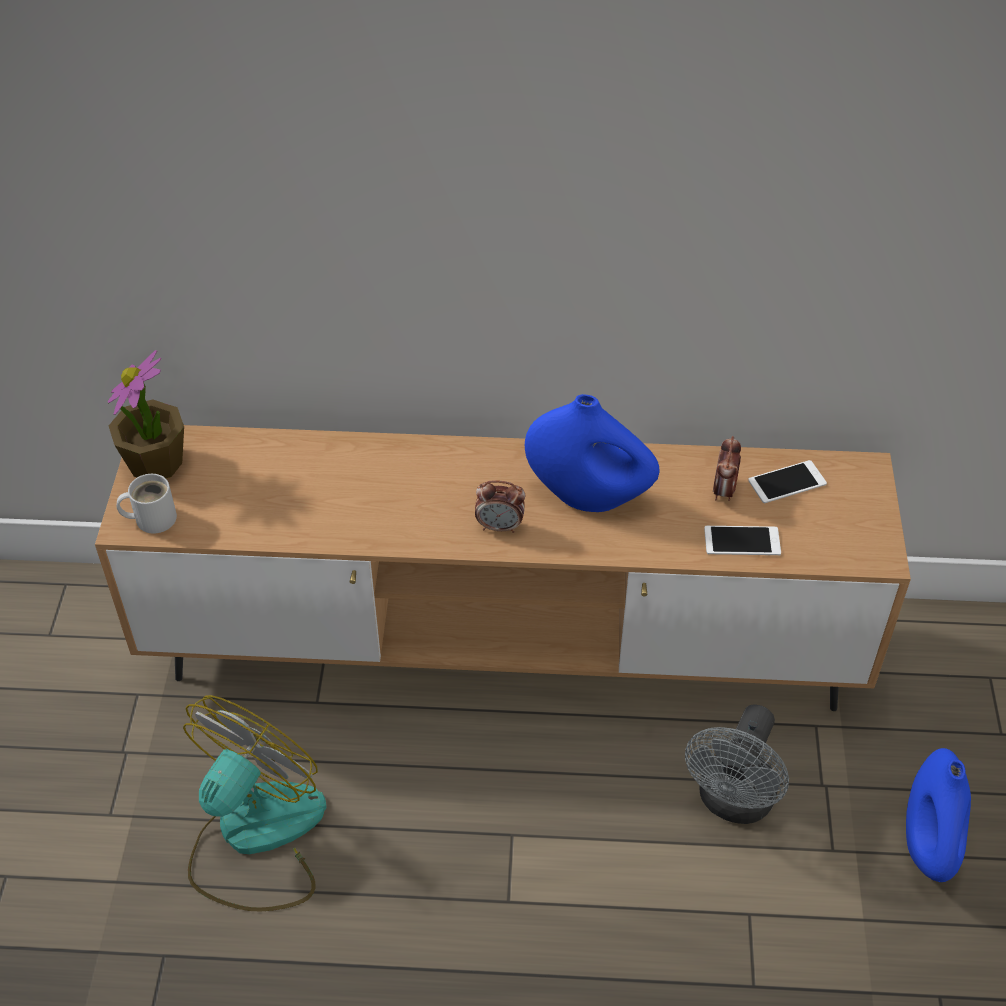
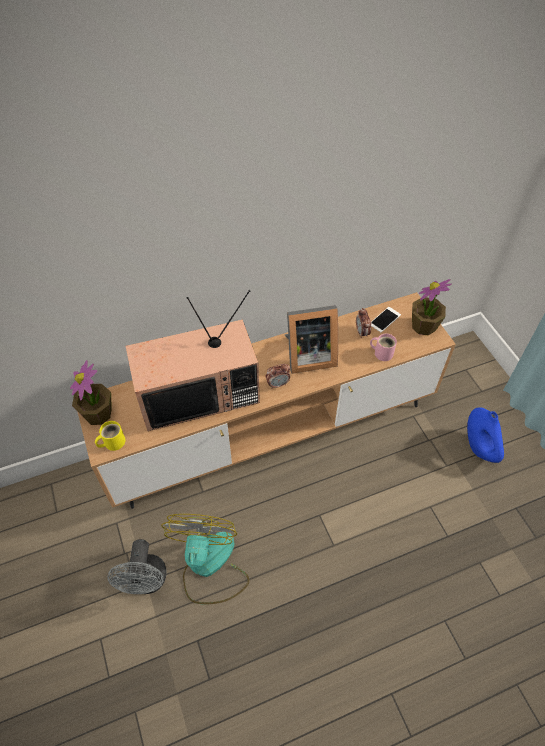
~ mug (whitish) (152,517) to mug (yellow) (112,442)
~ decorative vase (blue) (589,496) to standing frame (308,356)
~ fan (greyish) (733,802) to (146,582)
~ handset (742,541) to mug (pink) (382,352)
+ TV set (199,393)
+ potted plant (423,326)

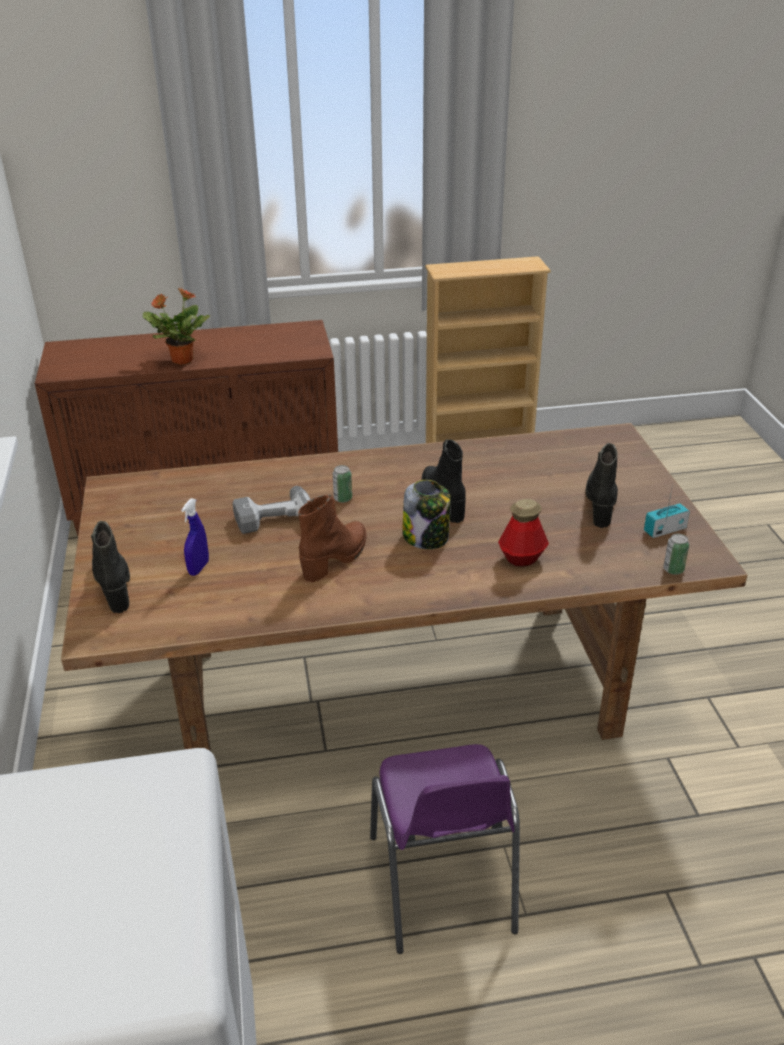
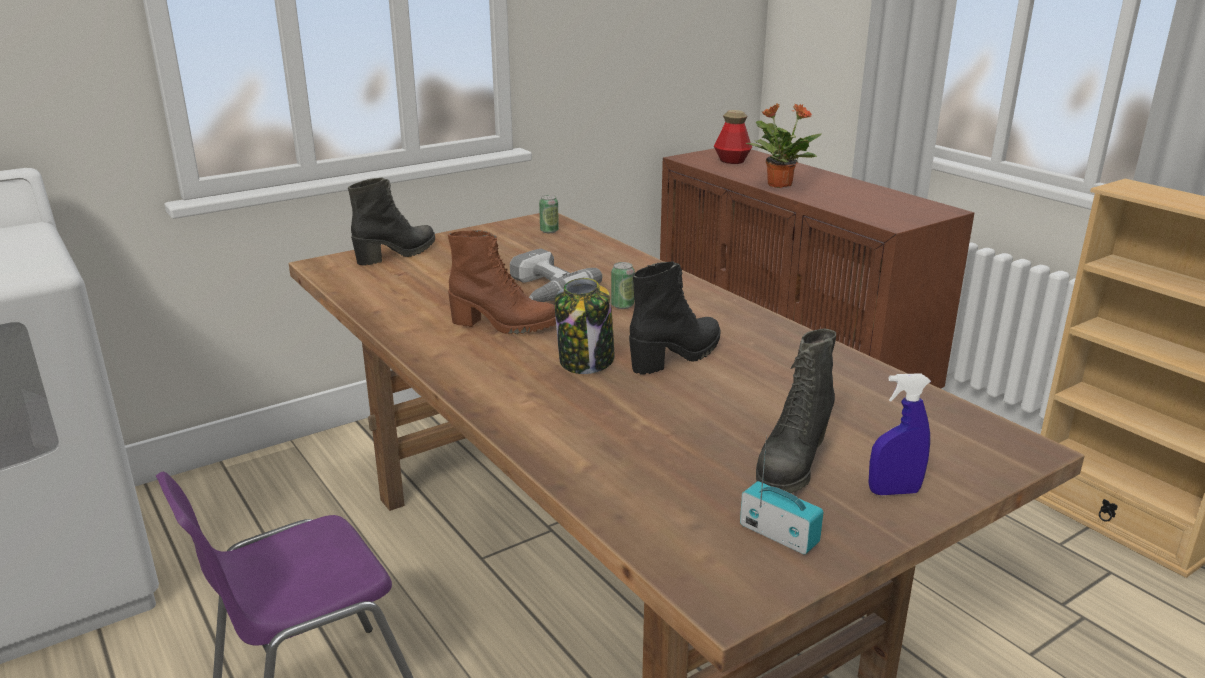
~ hand sprayer (blue) (198,568) to (894,491)
~ bottle (522,558) to (732,161)
~ tall boot (black) (601,504) = (791,464) 135 degrees clockwise
~ metal can (673,570) to (549,231)

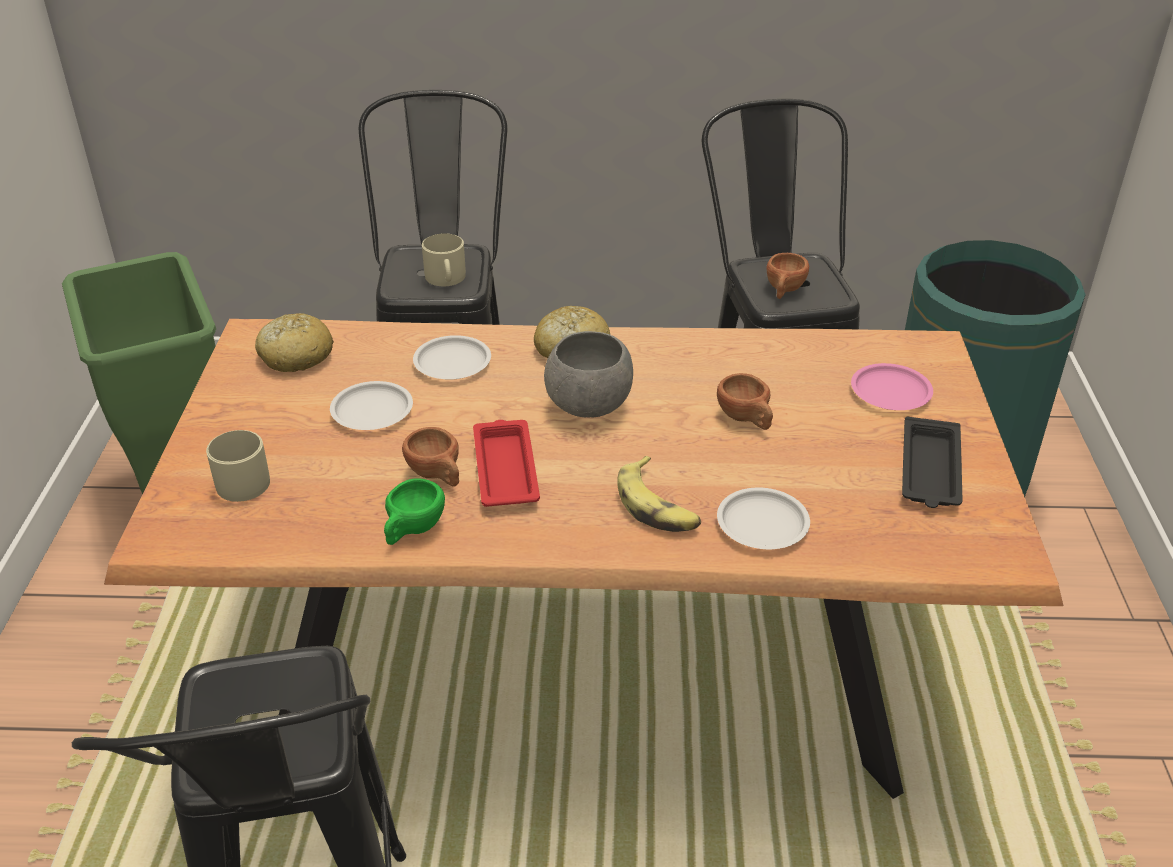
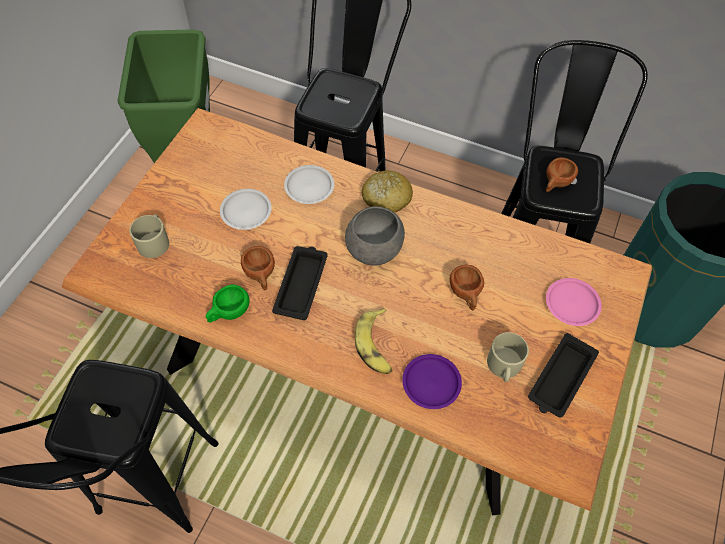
- baked bread (295,356)
~ mug (beige) (446,278) to (504,366)
~ tray (red) (505,468) to tray (black) (301,284)
~ plate (whitish) (762,525) to plate (purple-coloured) (431,383)

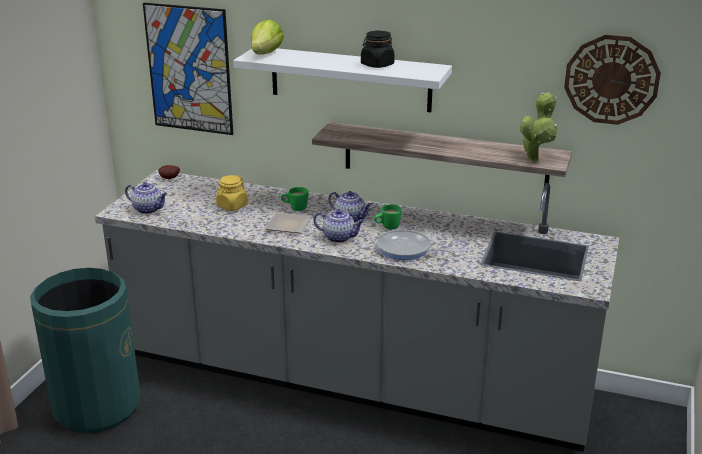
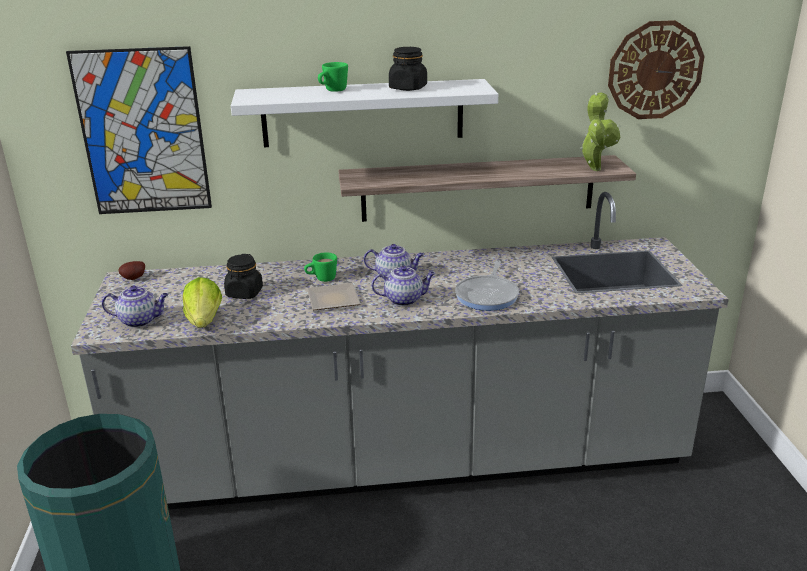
~ jar (yellow) (232,206) to jar (black) (244,293)
~ head of lettuce (265,54) to (204,321)
~ mug (green-coloured) (387,227) to (332,91)
~ skillet (406,249) = (488,295) 75 degrees counterclockwise

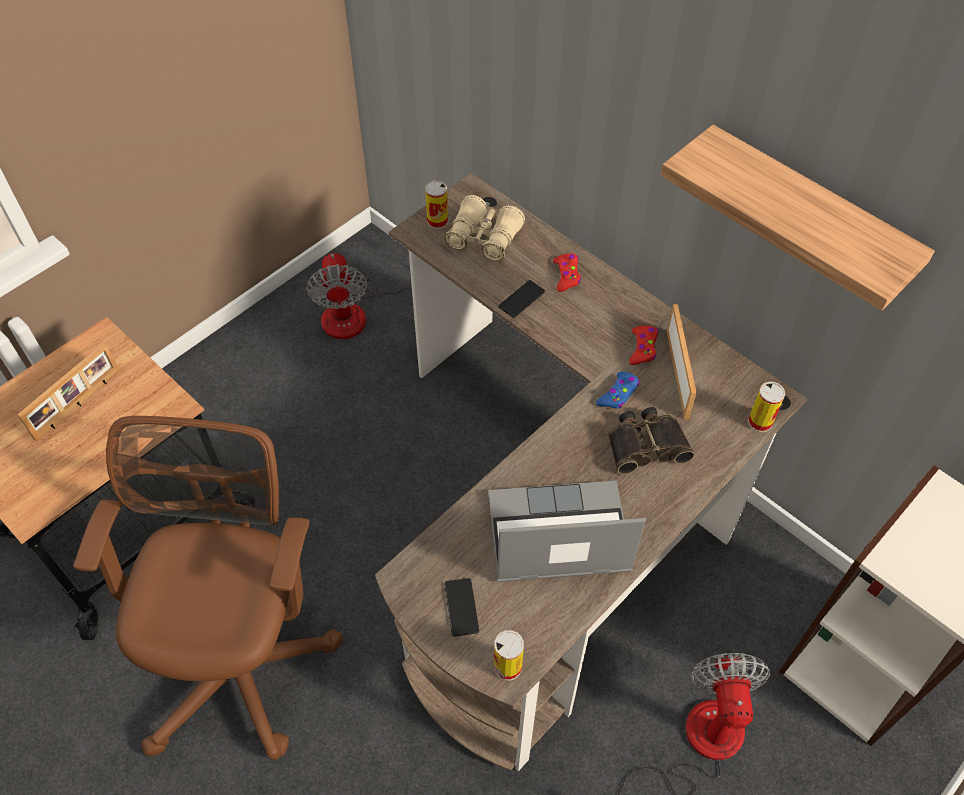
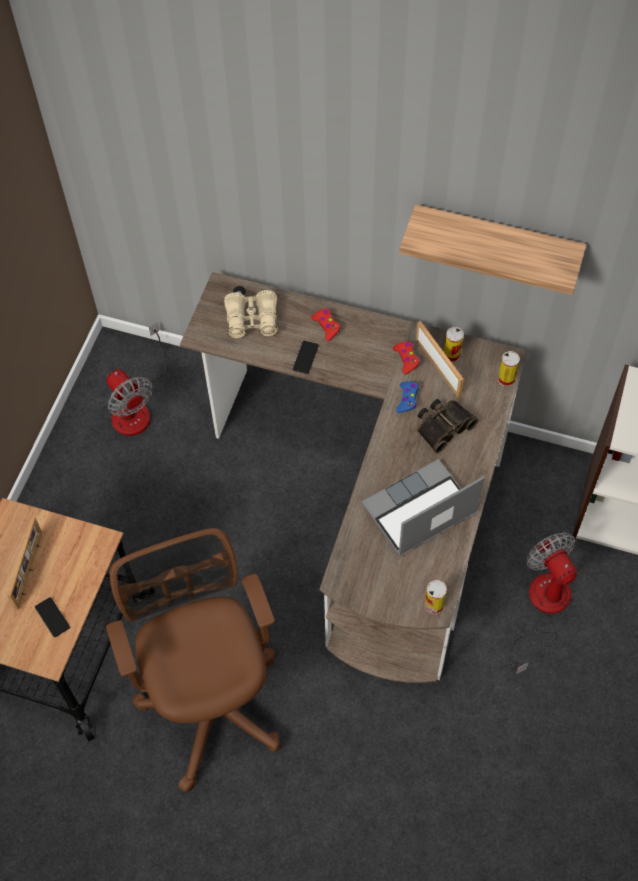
~ metal can (437,221) to (452,355)
~ handset (461,607) to (52,617)

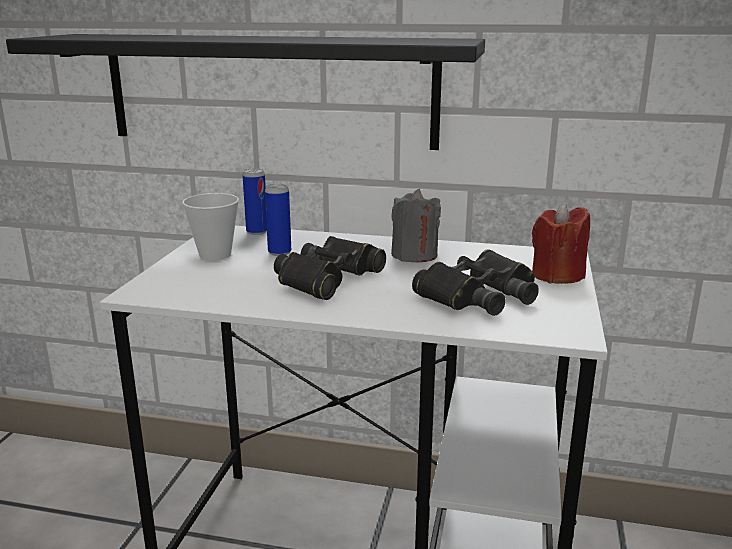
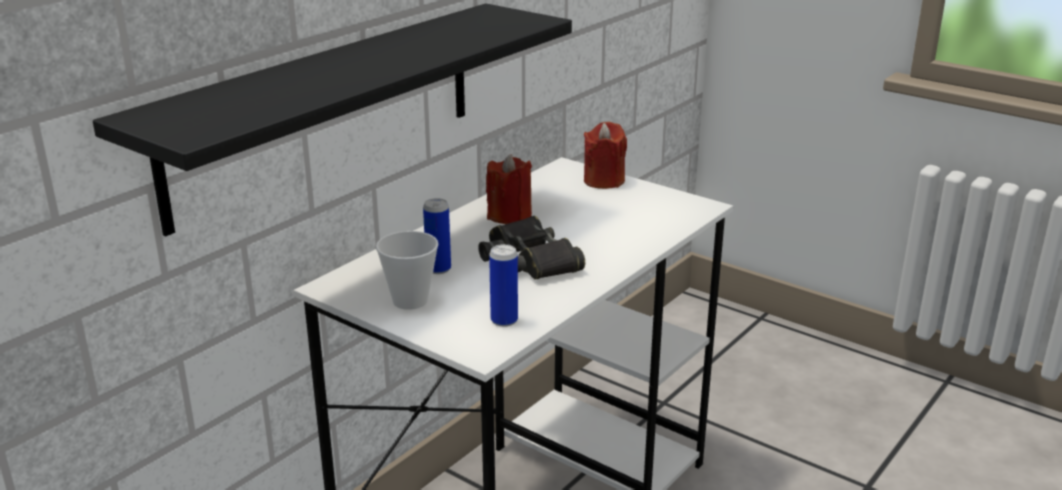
~ metal can (257,232) to (504,320)
~ candle (greyish) (414,255) to candle (red) (509,216)
- binoculars (black) (479,295)

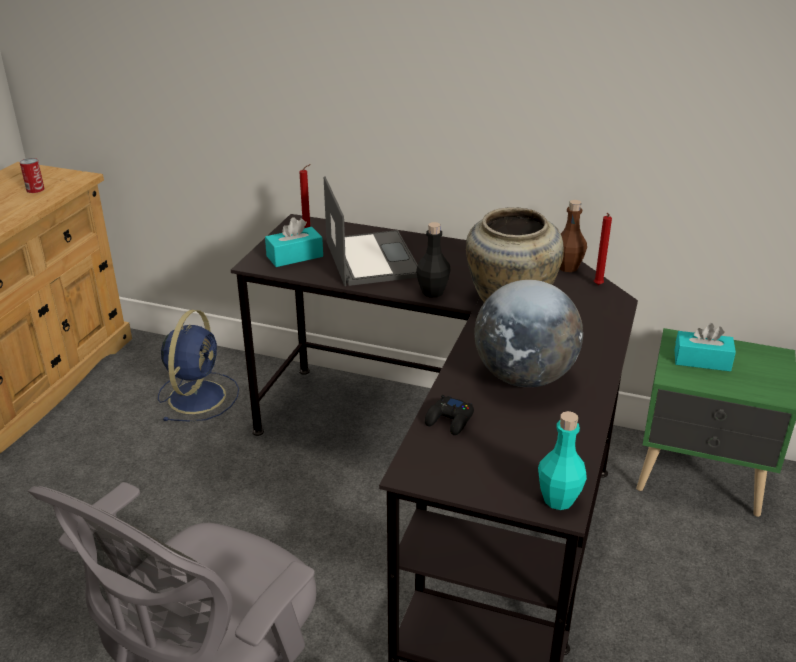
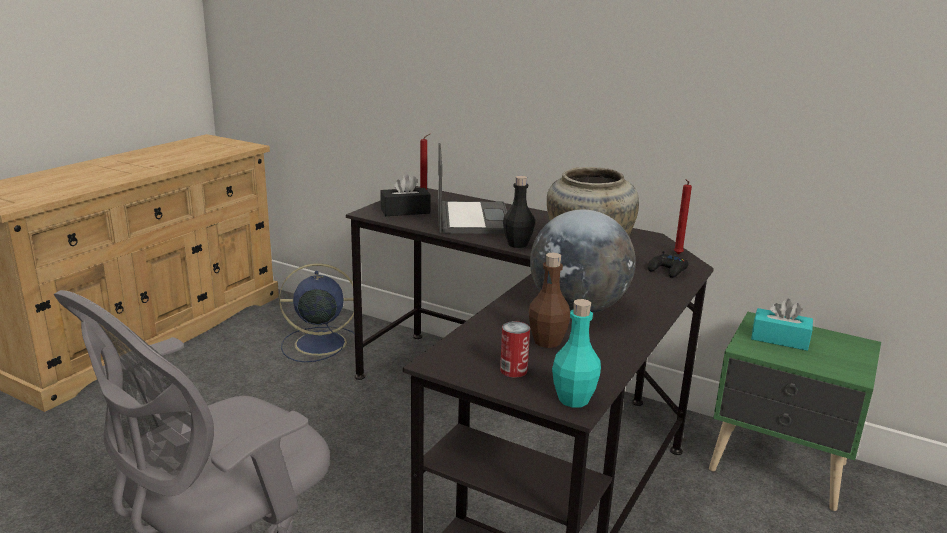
~ metal can (35,189) to (513,370)
~ fan (blue) (198,395) = (318,343) 120 degrees counterclockwise
~ tissue holder (turquoise) (294,256) to tissue holder (black) (405,211)
~ game controller (black) (450,420) to (668,270)
~ bottle (brownish) (567,267) to (547,341)

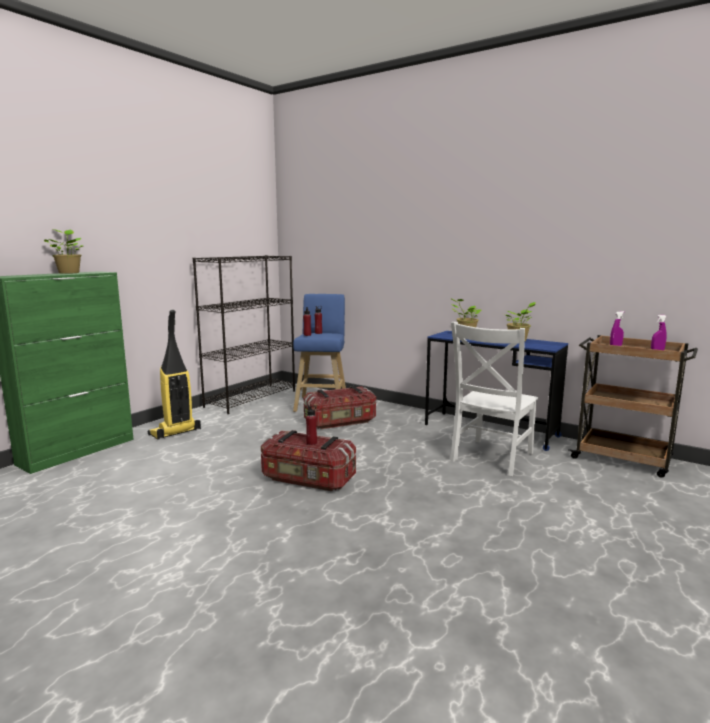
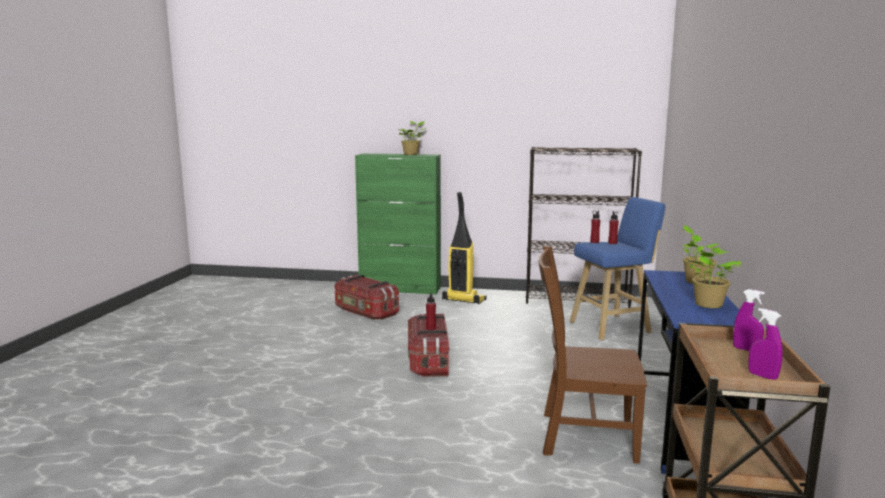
~ storage box (340,422) to (365,312)
~ plain chair (whitish) (490,458) to plain chair (brownish) (583,436)

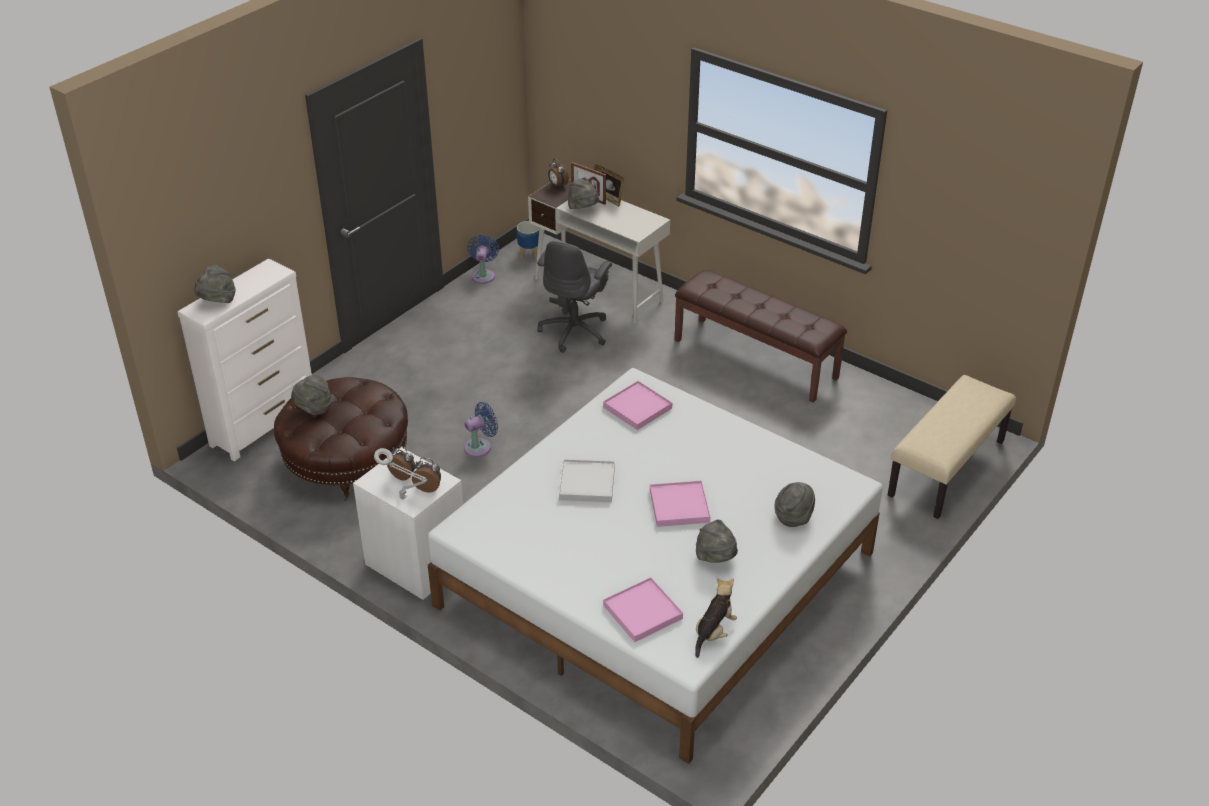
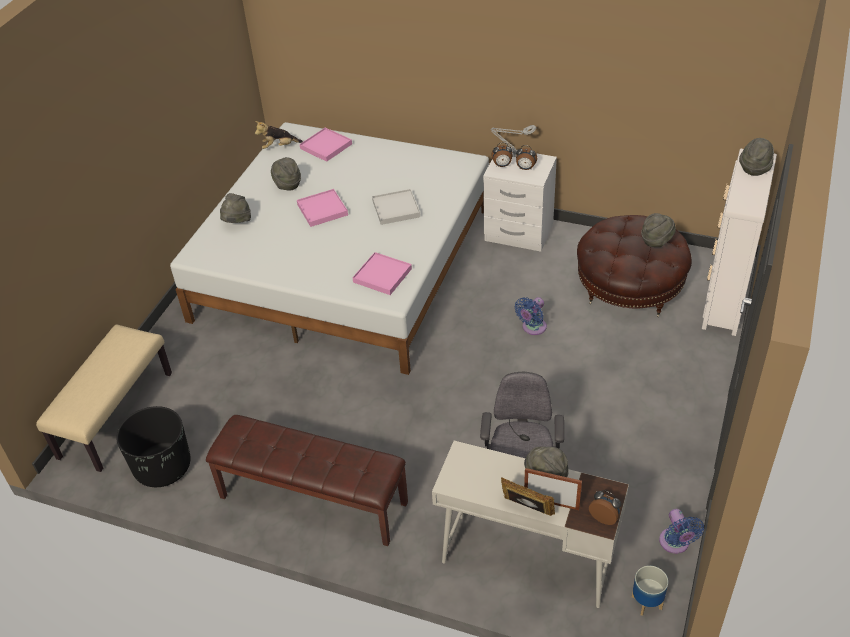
~ plush toy (714,632) = (279,147) 60 degrees clockwise
+ planter (black) (163,467)

